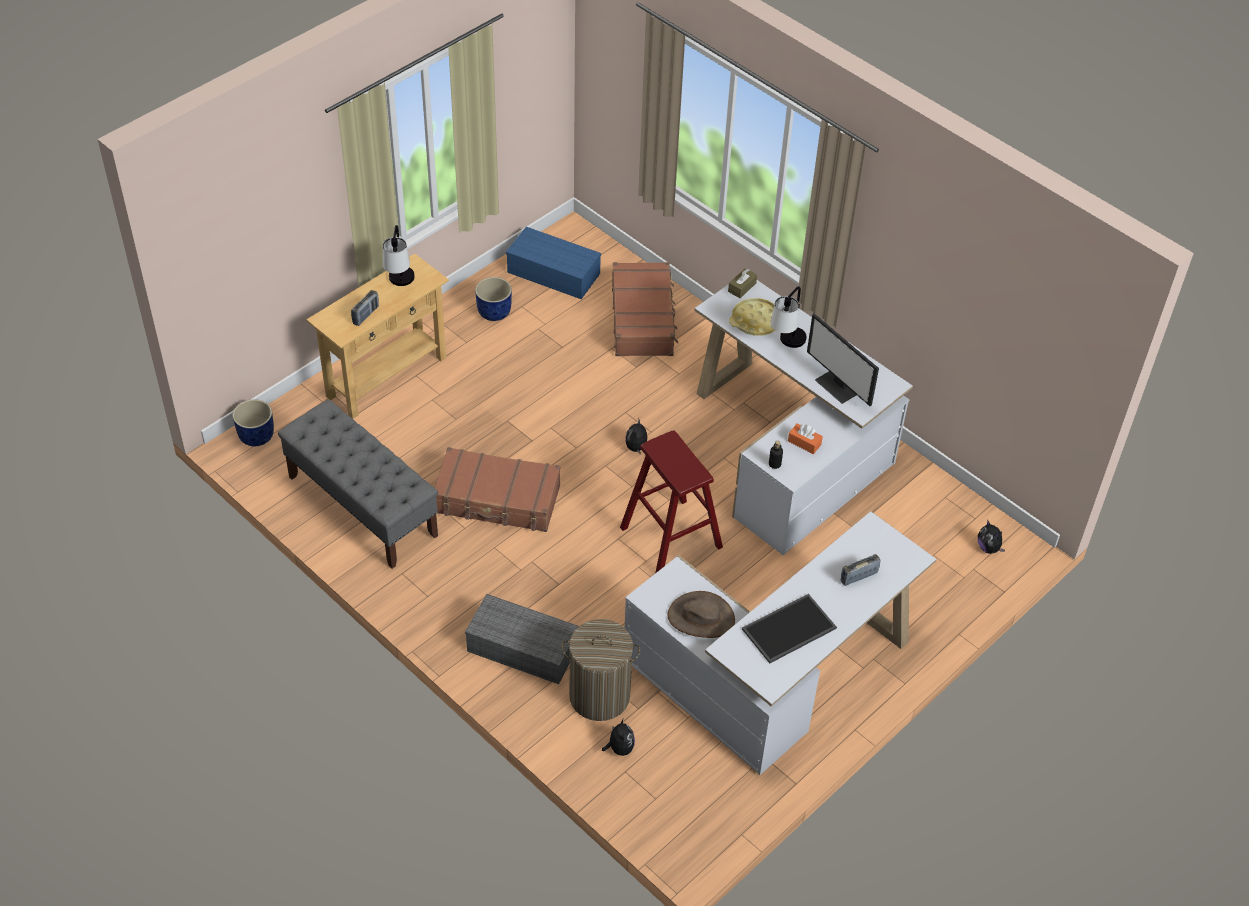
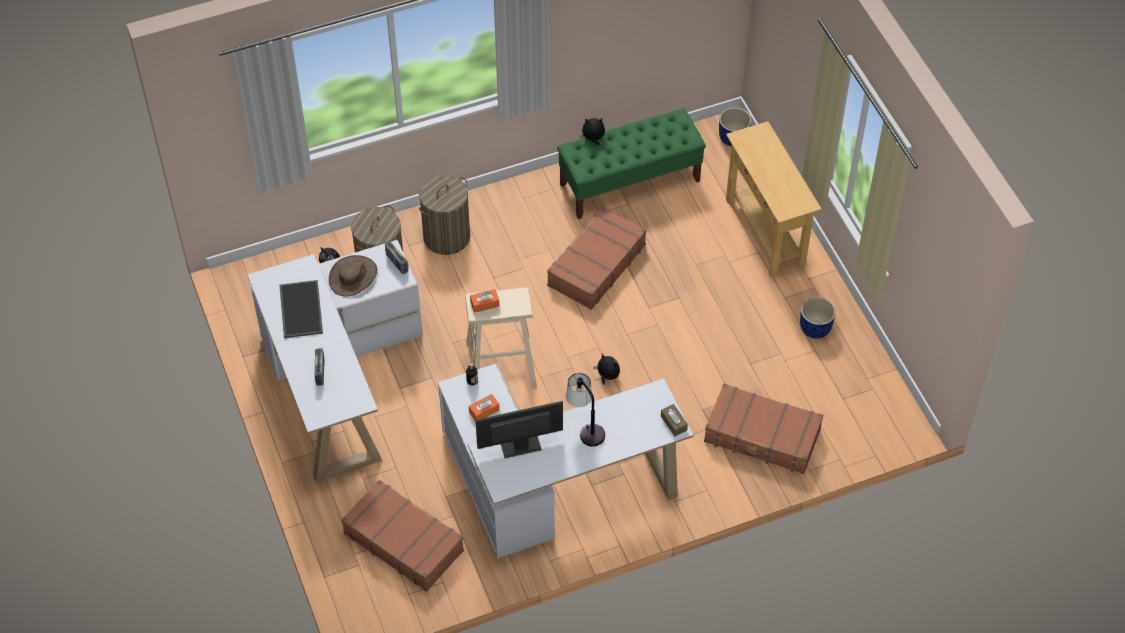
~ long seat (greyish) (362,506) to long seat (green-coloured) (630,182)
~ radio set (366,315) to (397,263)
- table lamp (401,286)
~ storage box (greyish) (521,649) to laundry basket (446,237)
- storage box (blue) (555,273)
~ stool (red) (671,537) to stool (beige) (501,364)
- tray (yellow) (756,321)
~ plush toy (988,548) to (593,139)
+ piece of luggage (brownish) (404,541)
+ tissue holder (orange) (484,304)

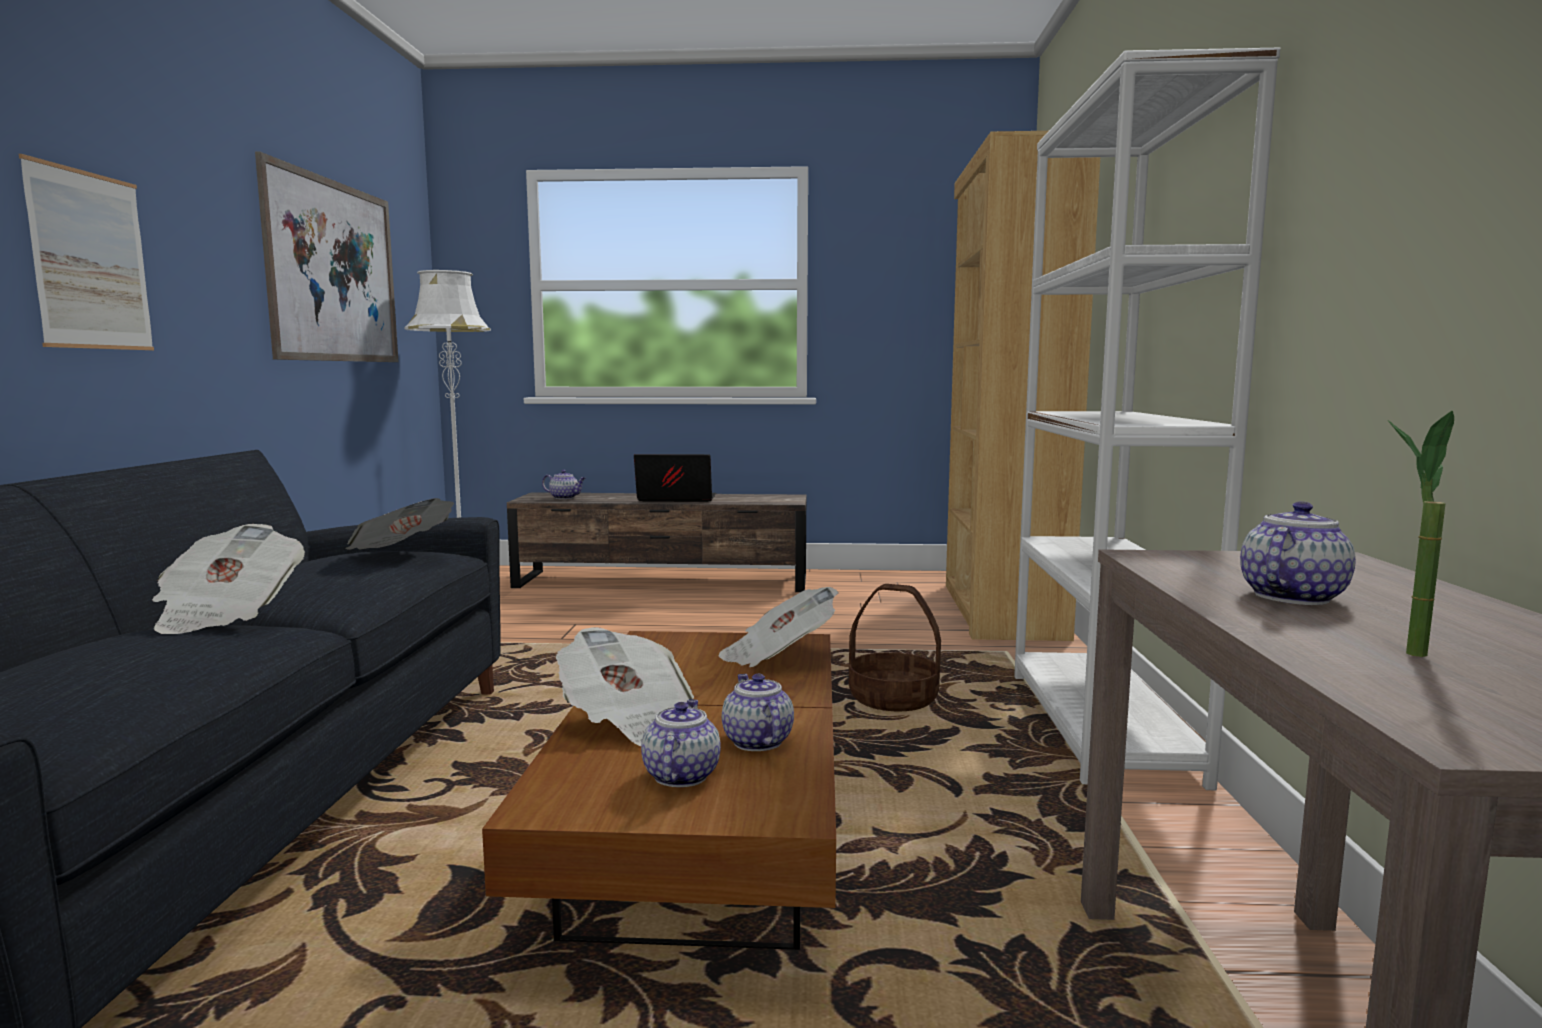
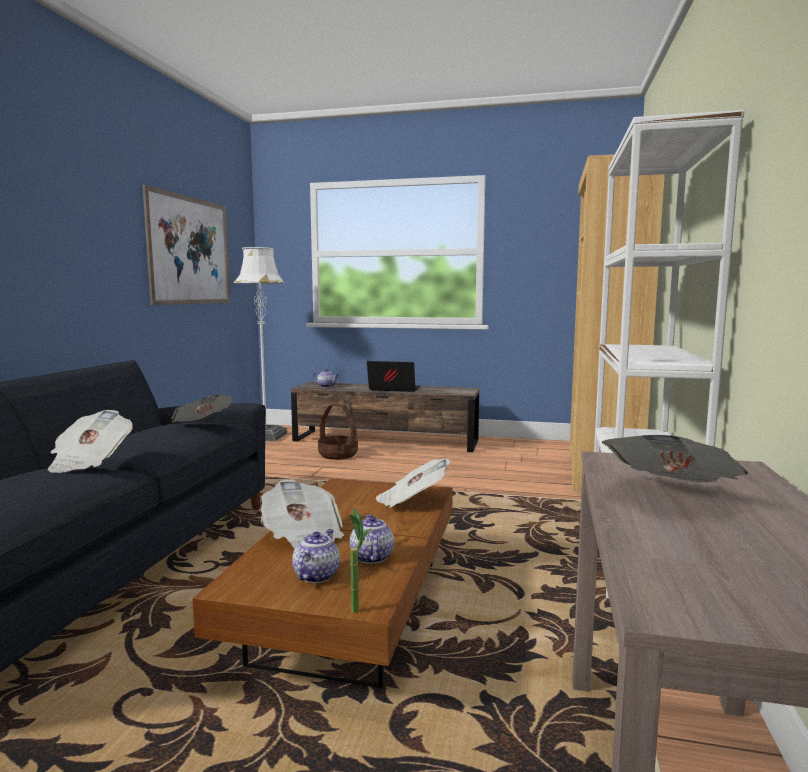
- picture (90,261)
~ household basket (894,699) to (338,455)
~ pot for tea (1291,596) to daily paper (671,496)
~ potted plant (1403,648) to (356,606)

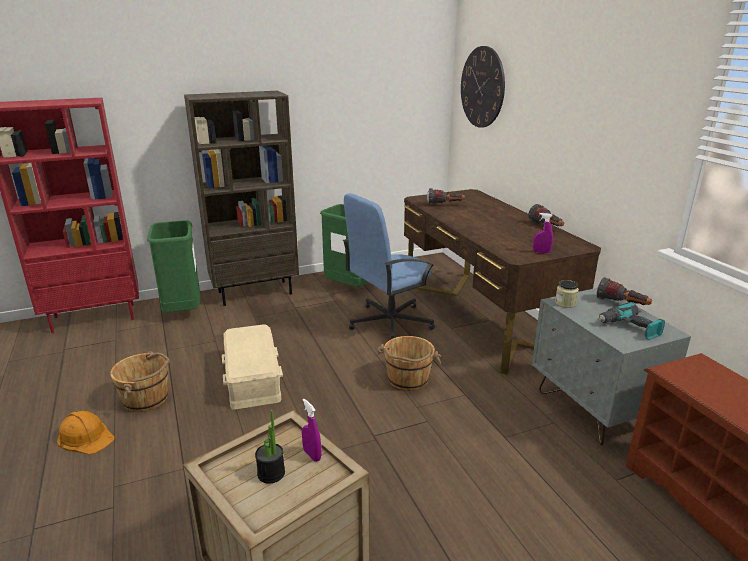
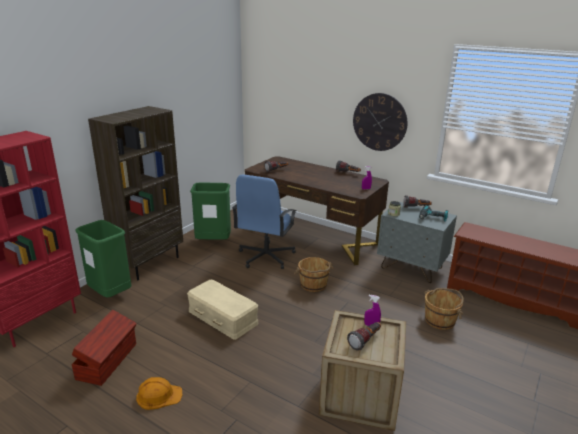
~ water bucket (brownish) (146,399) to (440,320)
~ potted plant (271,473) to hand torch (366,341)
~ clock on the wall (482,87) to (379,122)
+ storage box (brownish) (108,361)

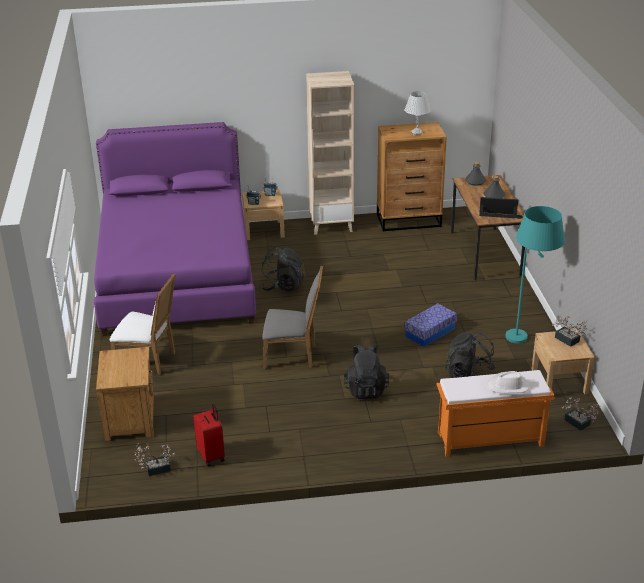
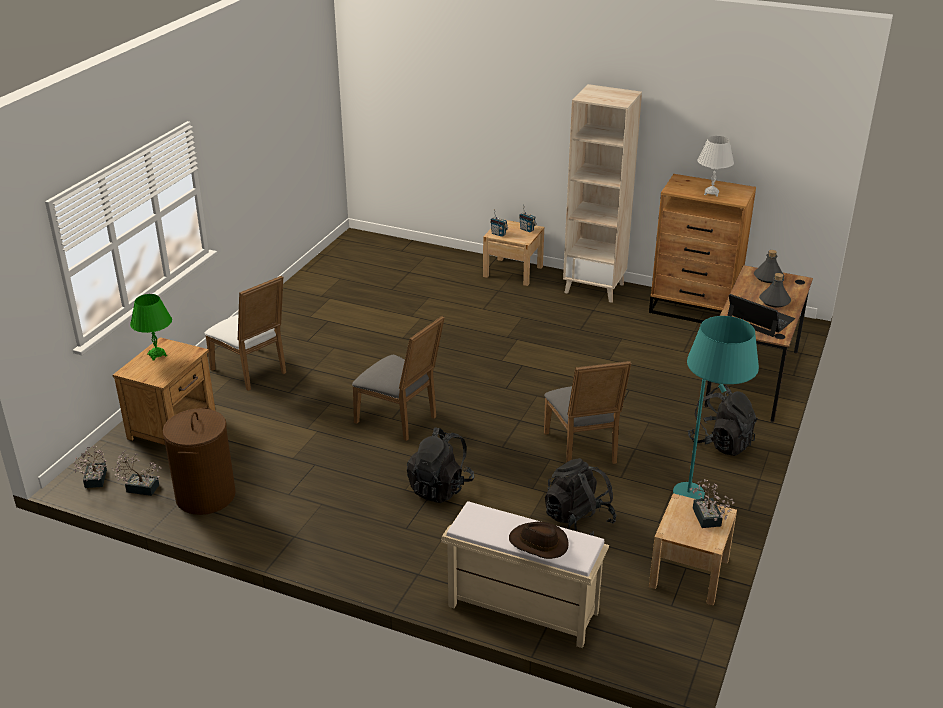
- sleeping bed (purple-coloured) (177,275)
~ piece of luggage (red) (211,455) to laundry basket (brownish) (206,496)
~ knapsack (black) (282,286) to (721,443)
~ storage box (430,332) to plain chair (greyish) (583,450)
~ long seat (orange) (489,440) to long seat (beige) (521,609)
~ wearable hat (whitish) (508,386) to wearable hat (brownish) (538,543)
~ potted plant (579,424) to (94,481)
+ table lamp (green-coloured) (157,355)

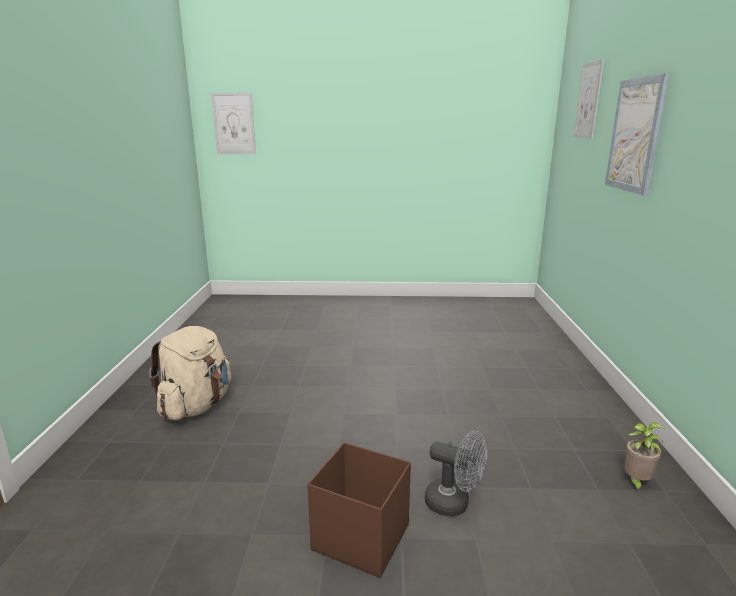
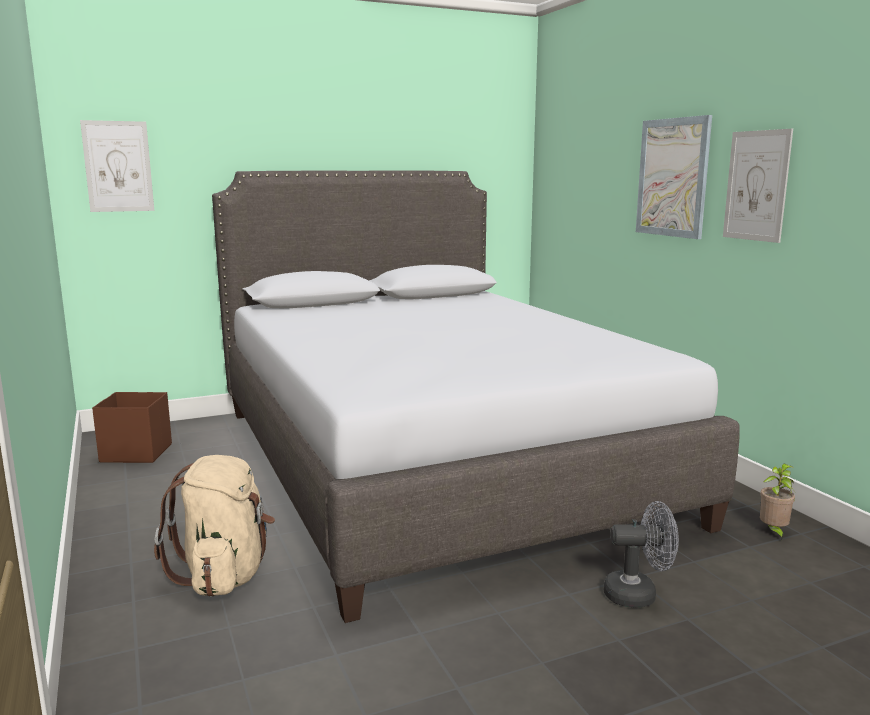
~ storage box (brownish) (360,537) to (135,453)
~ picture (588,100) to (756,186)
+ sleeping bed (greyish) (430,462)

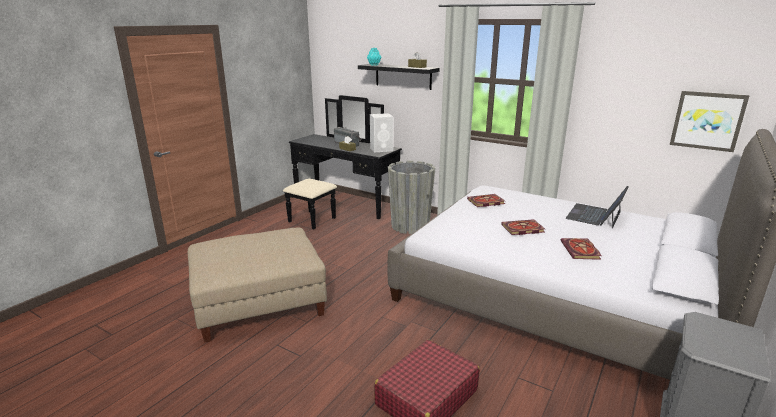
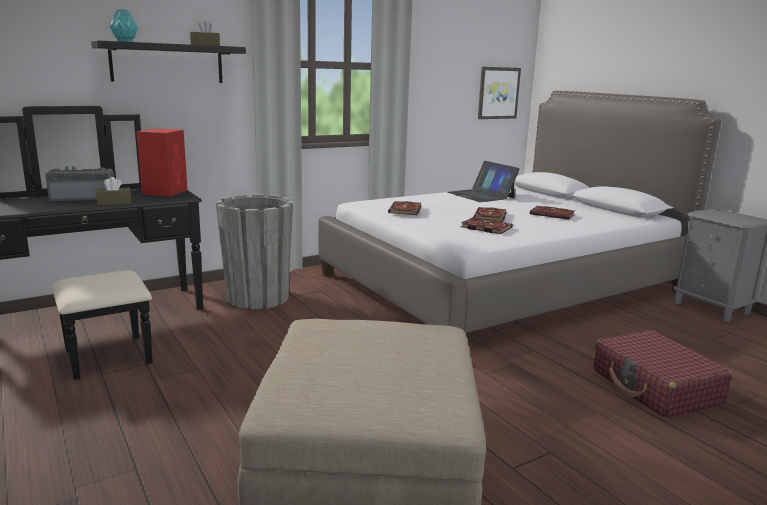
~ speaker (whitish) (382,149) to speaker (red) (165,191)
+ bound book (484,227)

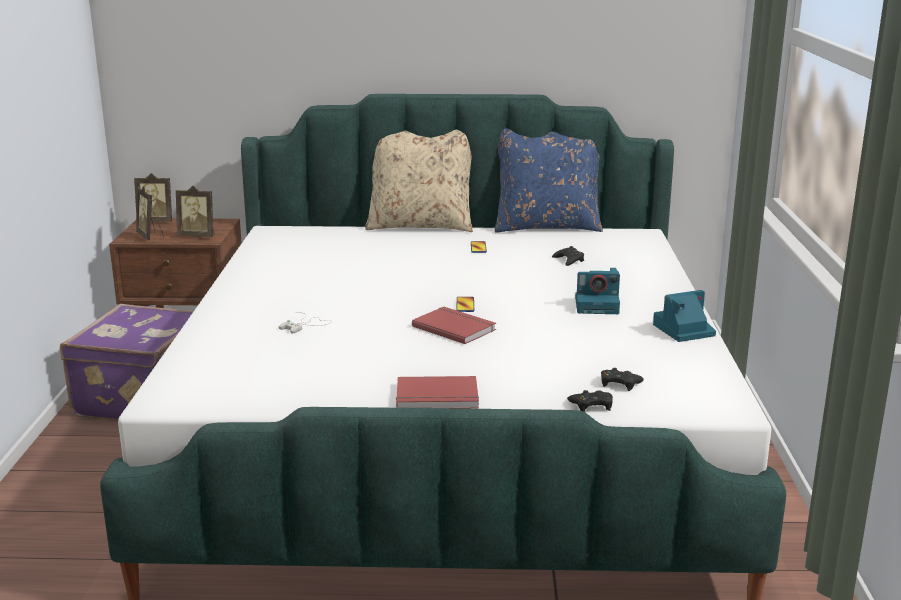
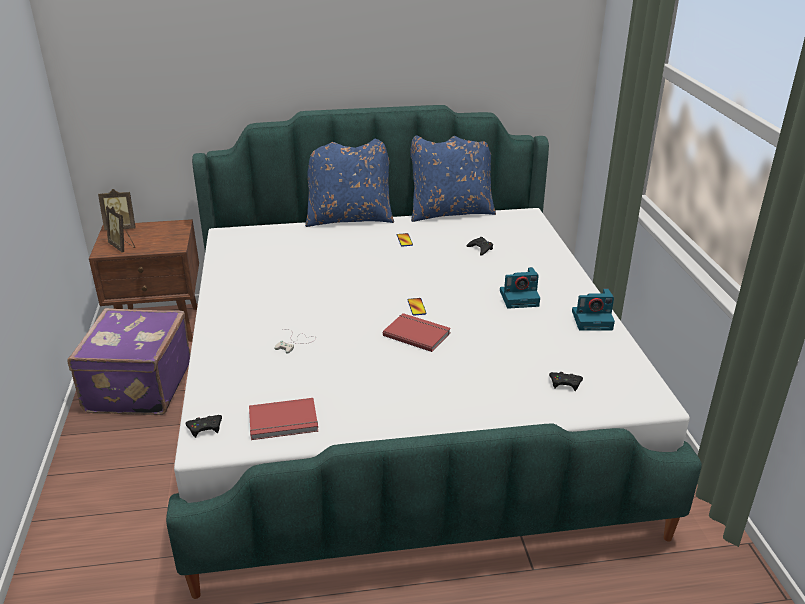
- standing frame (198,236)
~ throw pillow (beige) (421,226) to throw pillow (blue) (349,218)
~ bound book (red) (437,397) to (284,422)
~ game controller (black) (592,405) to (205,428)
~ photo camera (683,330) = (593,320) 150 degrees counterclockwise

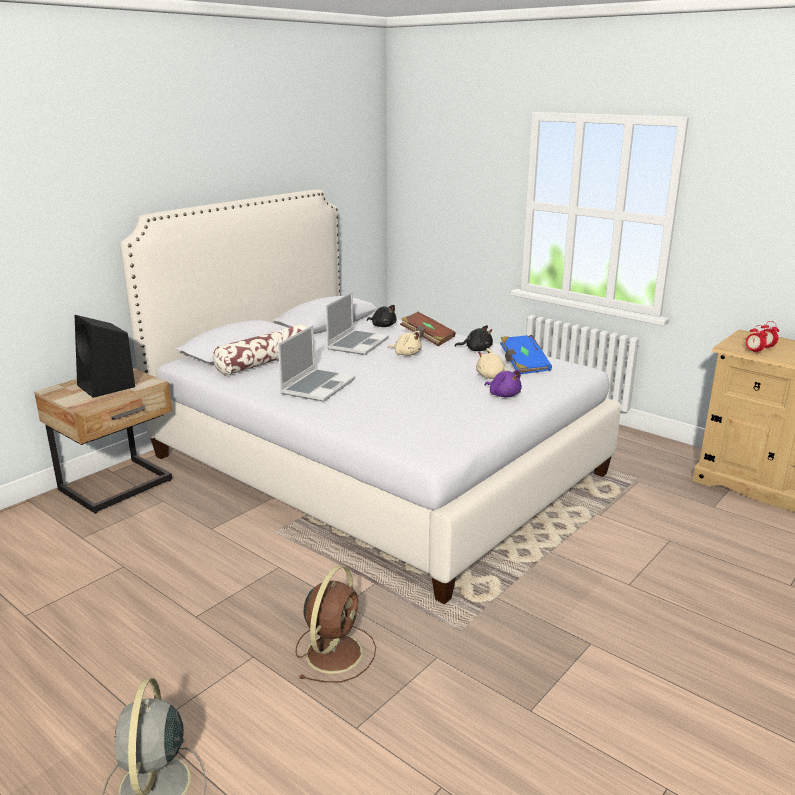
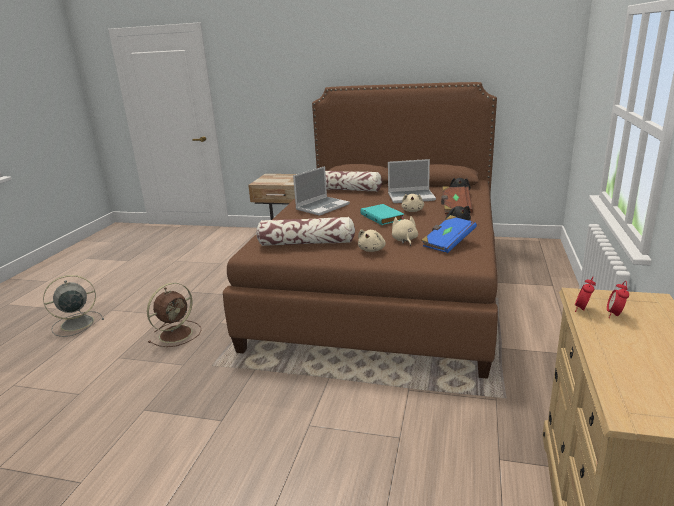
- speaker (black) (107,386)
~ sleeping bed (whitish) (373,464) to sleeping bed (brownish) (383,284)
~ laptop (317,386) = (322,207) 45 degrees counterclockwise
~ fan (brownish) (335,651) = (177,333) 45 degrees counterclockwise
~ plush toy (purple-coloured) (503,395) to plush toy (beige) (372,250)
+ throw pillow (306,243)
+ bound book (turquoise) (383,217)

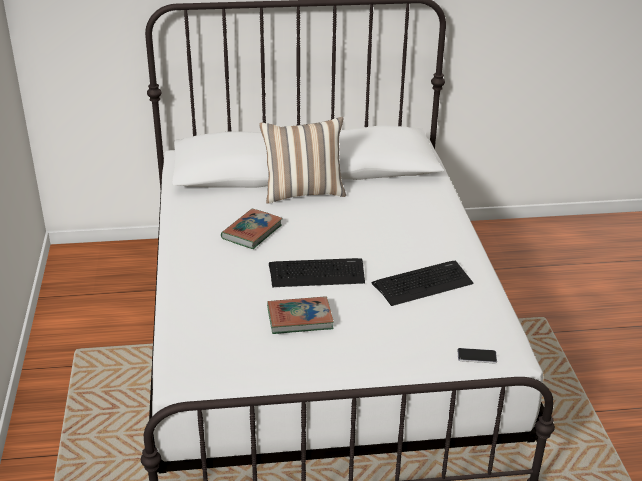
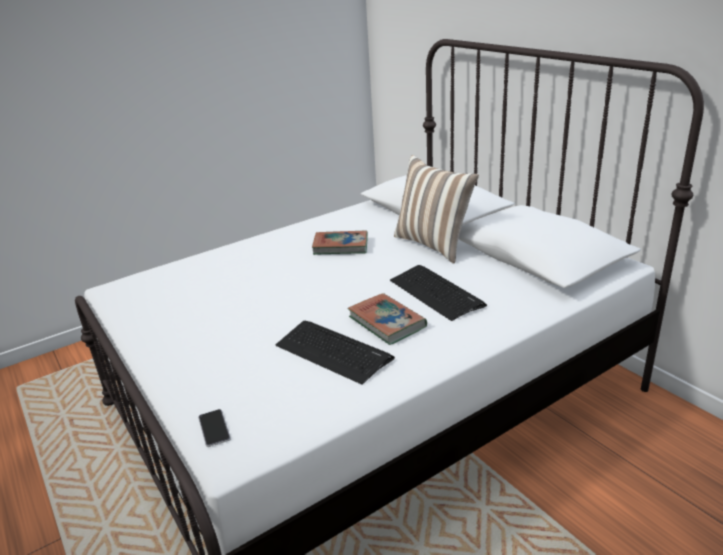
~ bound book (300,319) to (387,322)
~ computer keyboard (317,273) to (436,293)

